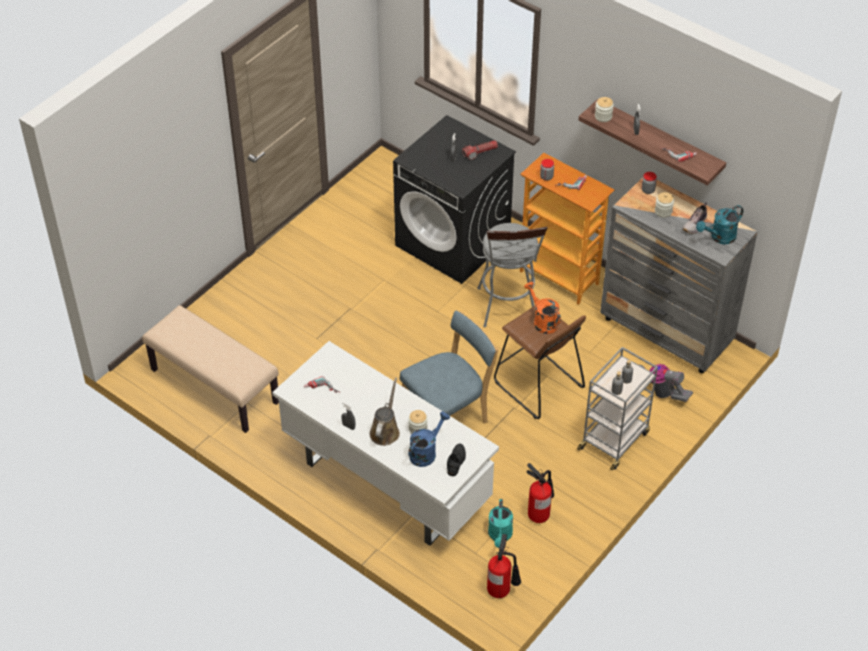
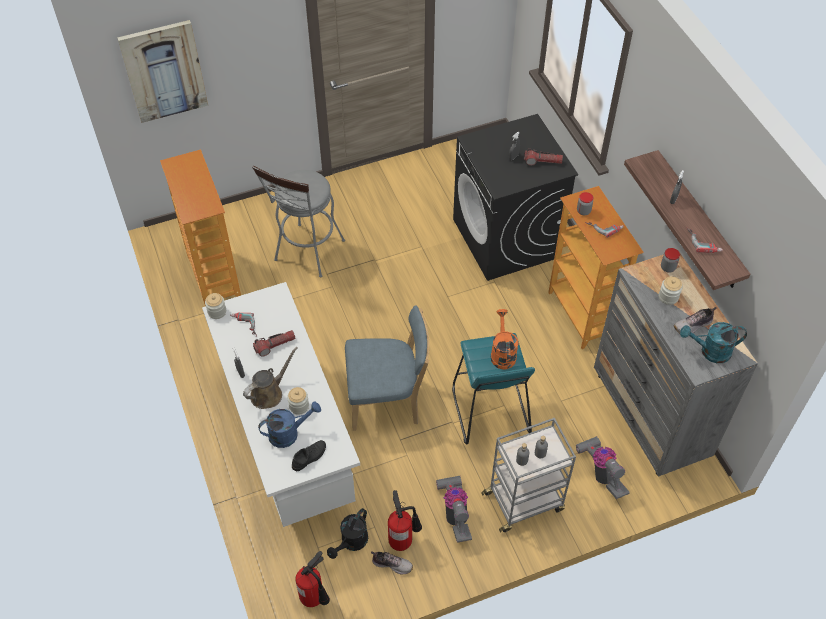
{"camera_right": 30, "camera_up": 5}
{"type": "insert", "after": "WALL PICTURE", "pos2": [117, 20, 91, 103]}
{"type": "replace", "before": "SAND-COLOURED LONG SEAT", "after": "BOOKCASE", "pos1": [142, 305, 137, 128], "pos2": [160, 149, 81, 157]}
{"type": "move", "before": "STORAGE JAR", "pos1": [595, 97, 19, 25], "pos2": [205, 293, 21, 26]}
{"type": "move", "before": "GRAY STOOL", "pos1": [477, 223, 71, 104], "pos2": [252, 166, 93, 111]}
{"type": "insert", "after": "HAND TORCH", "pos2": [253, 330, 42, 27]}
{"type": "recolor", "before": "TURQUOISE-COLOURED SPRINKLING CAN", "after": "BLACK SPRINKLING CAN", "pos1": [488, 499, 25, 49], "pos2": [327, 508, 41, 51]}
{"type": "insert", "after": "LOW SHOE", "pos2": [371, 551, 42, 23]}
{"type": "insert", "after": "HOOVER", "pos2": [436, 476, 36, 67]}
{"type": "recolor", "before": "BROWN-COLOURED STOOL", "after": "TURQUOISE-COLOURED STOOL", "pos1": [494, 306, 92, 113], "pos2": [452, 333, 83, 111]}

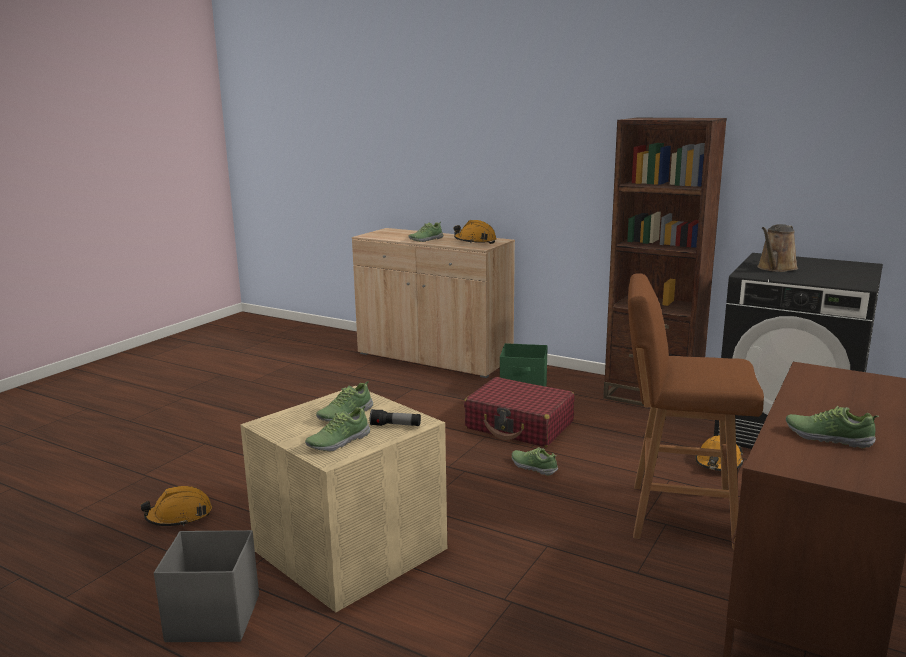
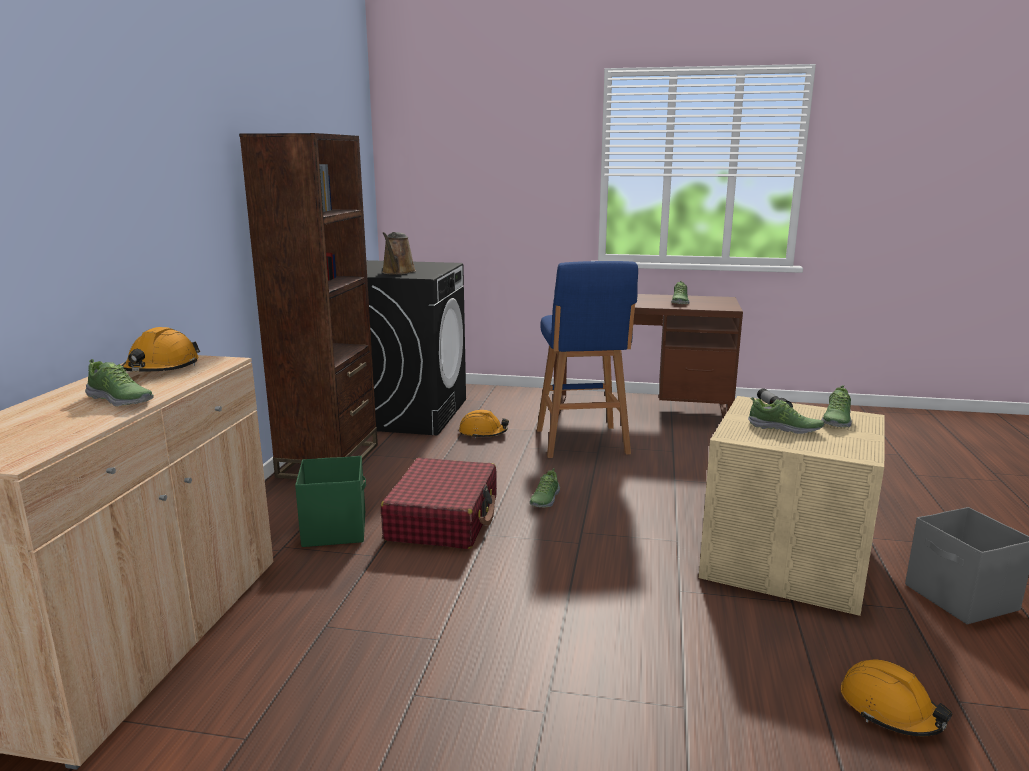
{"camera_right": -110, "camera_up": 0}
{"type": "rotate", "before": "BROWN-COLOURED SPRINKLING CAN", "pos1": [757, 224, 41, 48], "pos2": [382, 232, 34, 43], "turn": 75}
{"type": "recolor", "before": "BROWN-COLOURED STOOL", "after": "BLUE STOOL", "pos1": [628, 274, 136, 276], "pos2": [537, 261, 101, 197]}
{"type": "rotate", "before": "LOW SHOE", "pos1": [305, 406, 65, 45], "pos2": [822, 385, 30, 42], "turn": 90}

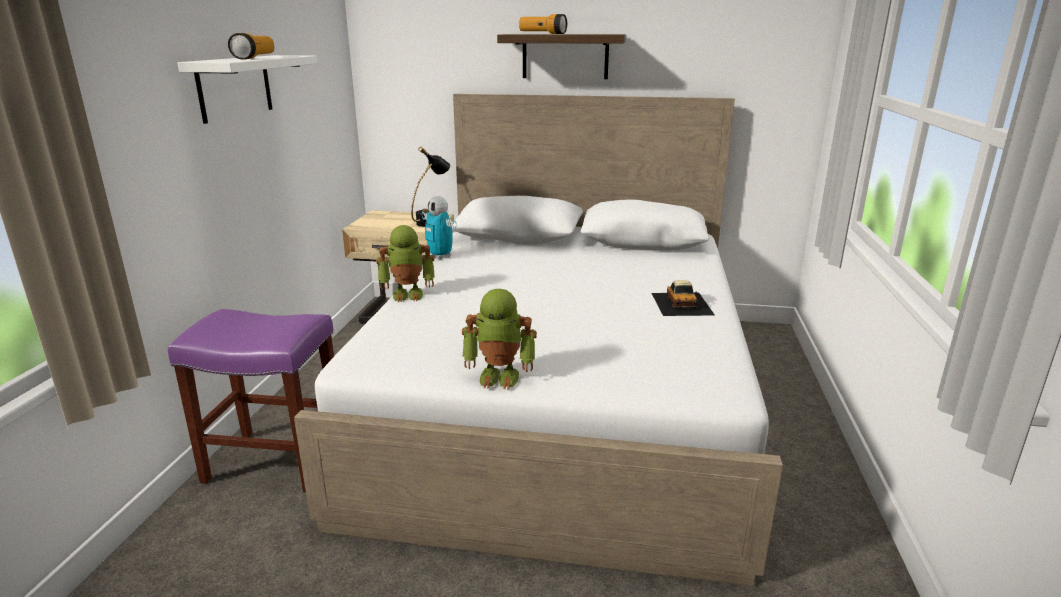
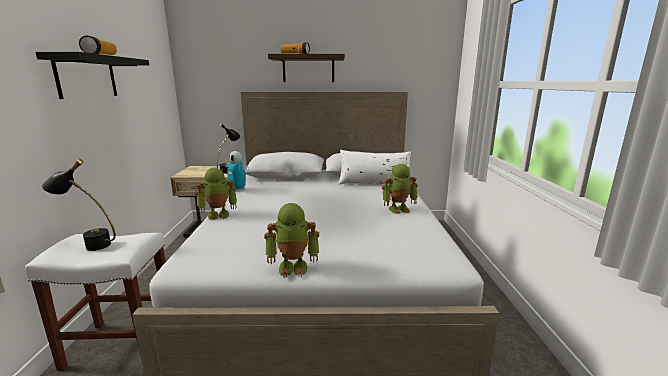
{"camera_right": -10, "camera_up": -5}
{"type": "recolor", "before": "PURPLISH STOOL", "after": "WHITISH STOOL", "pos1": [168, 309, 166, 184], "pos2": [25, 233, 141, 138]}
{"type": "recolor", "before": "WHITISH SHELF", "after": "BLACK SHELF", "pos1": [177, 55, 140, 69], "pos2": [35, 52, 114, 47]}
{"type": "insert", "after": "BLACK TABLETOP LAMP", "pos2": [42, 159, 74, 92]}
{"type": "insert", "after": "WHITISH THROW PILLOW", "pos2": [338, 150, 73, 34]}
{"type": "replace", "before": "MODEL CAR", "after": "TOY ROBOT", "pos1": [651, 280, 64, 36], "pos2": [382, 164, 36, 50]}

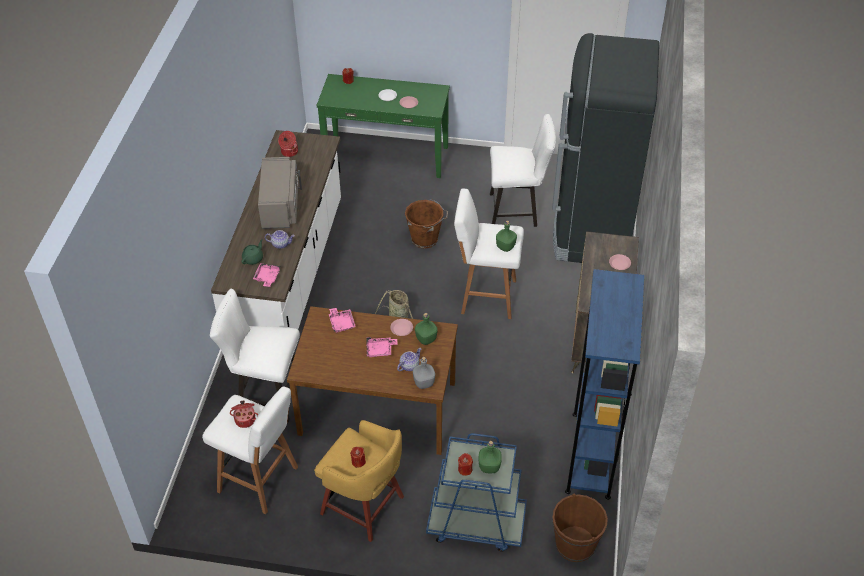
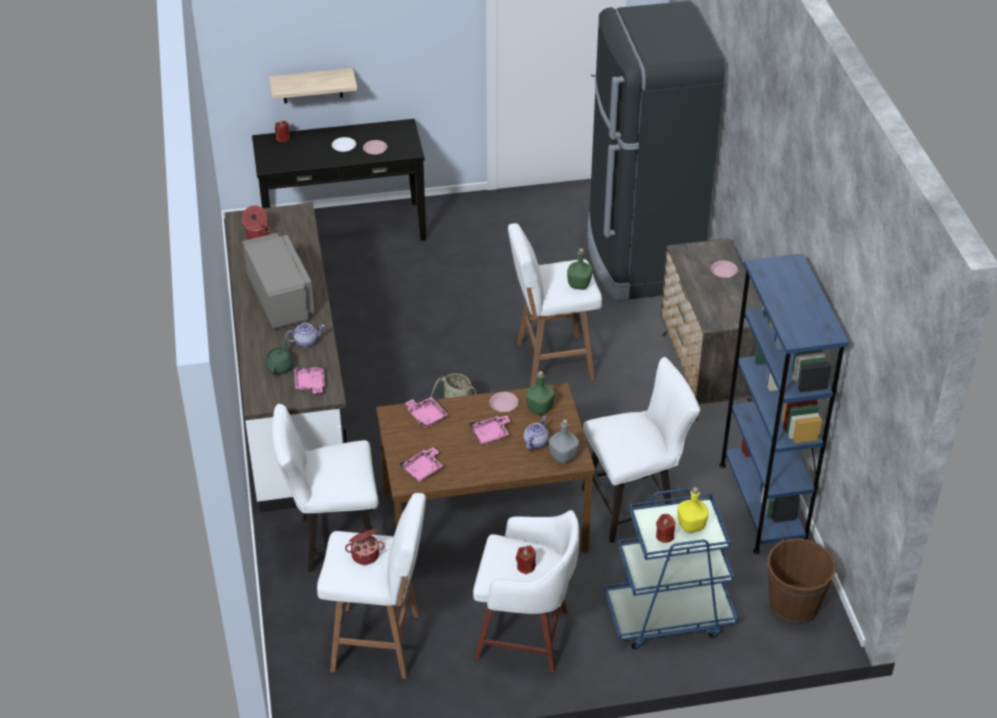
{"camera_right": -20, "camera_up": -5}
{"type": "recolor", "before": "GREEN-COLOURED HALL TABLE", "after": "BLACK HALL TABLE", "pos1": [317, 74, 133, 104], "pos2": [252, 119, 174, 122]}
{"type": "insert", "after": "SHELF", "pos2": [269, 68, 88, 35]}
{"type": "insert", "after": "PINK-COLOURED CARRYING TRAY", "pos2": [400, 447, 44, 35]}
{"type": "recolor", "before": "YELLOW STOOL", "after": "WHITISH STOOL", "pos1": [314, 420, 90, 122], "pos2": [473, 510, 107, 162]}
{"type": "move", "before": "WHITISH UPRIGHT CHAIR", "pos1": [490, 114, 66, 113], "pos2": [582, 357, 118, 186]}
{"type": "recolor", "before": "GREEN-COLOURED BOTTLE", "after": "YELLOW BOTTLE", "pos1": [479, 441, 23, 32], "pos2": [677, 487, 32, 46]}
{"type": "delete", "before": "BROWN-COLOURED WATER BUCKET", "pos1": [405, 199, 43, 50]}

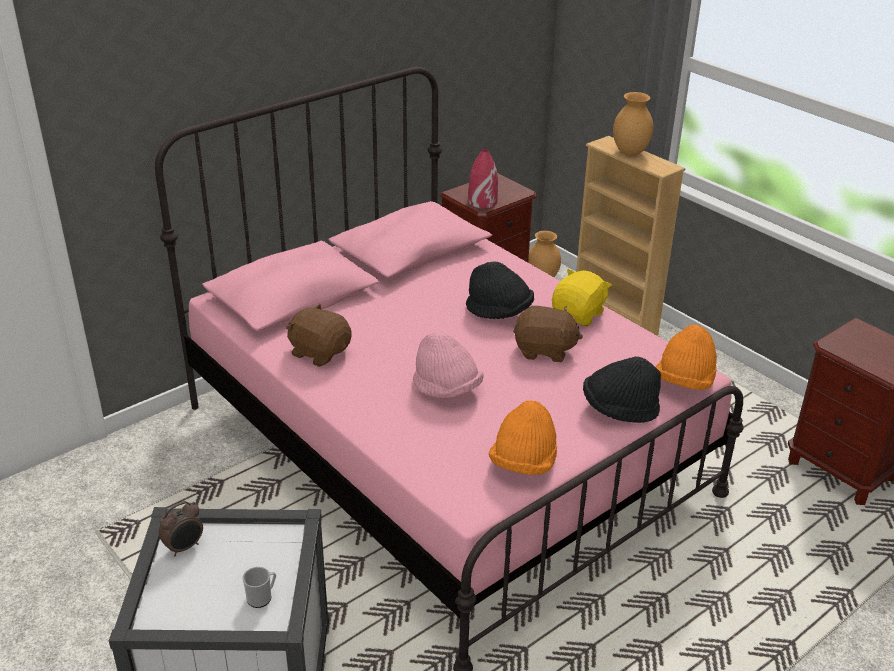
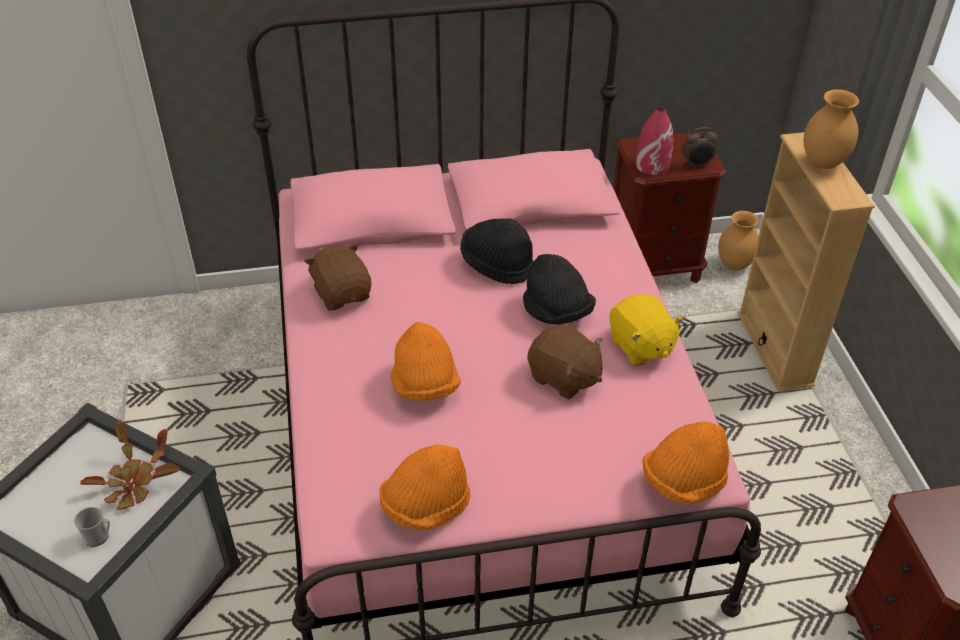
{"camera_right": 30, "camera_up": 10}
{"type": "insert", "after": "POTTED PLANT", "pos2": [80, 420, 100, 90]}
{"type": "recolor", "before": "PINK-COLOURED HAT", "after": "ORANGE HAT", "pos1": [413, 333, 71, 65], "pos2": [391, 322, 70, 79]}
{"type": "move", "before": "BLACK HAT", "pos1": [583, 356, 78, 67], "pos2": [460, 218, 73, 66]}
{"type": "rotate", "before": "YELLOW CUDDLY TOY", "pos1": [552, 269, 60, 57], "pos2": [609, 294, 74, 72], "turn": 90}
{"type": "move", "before": "ALARM CLOCK", "pos1": [159, 501, 44, 55], "pos2": [682, 127, 35, 41]}

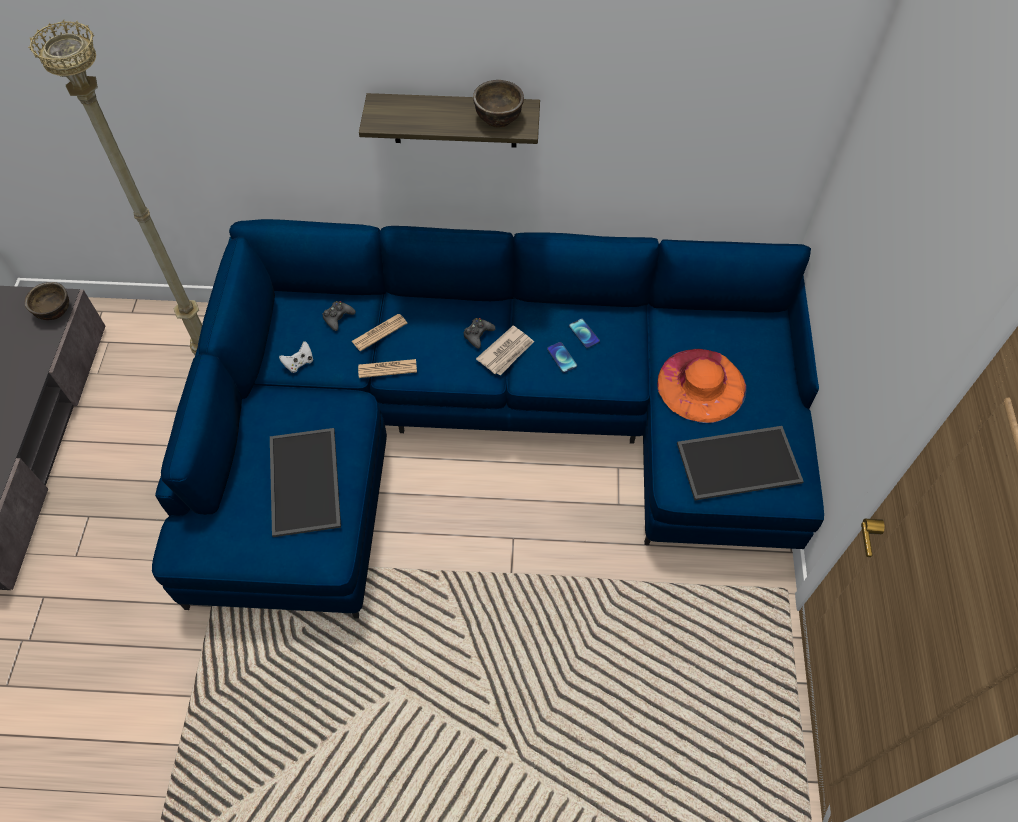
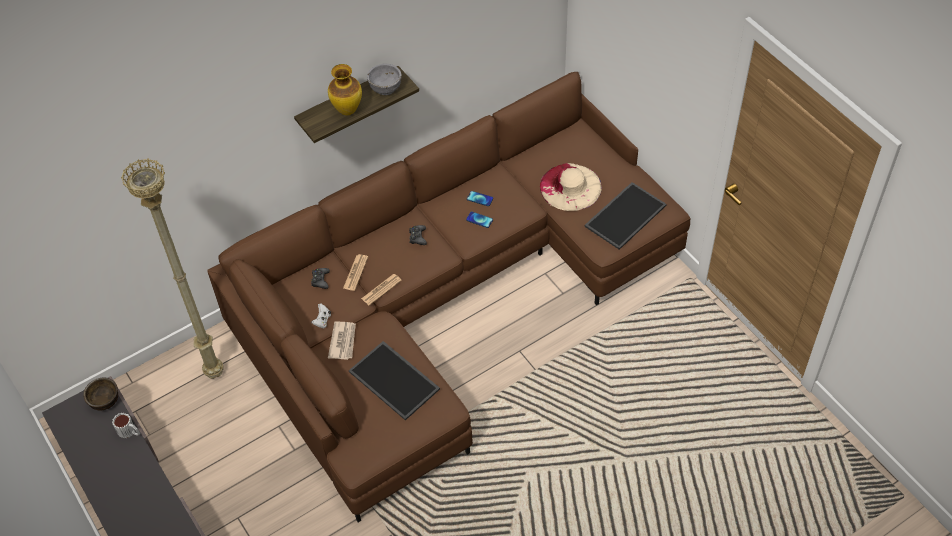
{"camera_right": -35, "camera_up": -5}
{"type": "insert", "after": "MUG", "pos2": [112, 413, 28, 25]}
{"type": "recolor", "before": "BLUE SETTEE", "after": "BROWN-COLOURED SETTEE", "pos1": [152, 219, 672, 400], "pos2": [207, 72, 484, 450]}
{"type": "insert", "after": "DECORATIVE VASE", "pos2": [328, 64, 34, 51]}
{"type": "move", "before": "NEWSPAPER", "pos1": [476, 326, 58, 50], "pos2": [328, 321, 28, 39]}
{"type": "recolor", "before": "BROWN-COLOURED BOWL", "after": "GRAY BOWL", "pos1": [473, 80, 51, 47], "pos2": [367, 64, 35, 31]}
{"type": "recolor", "before": "ORANGE HAT", "after": "SAND-COLOURED HAT", "pos1": [657, 349, 89, 74], "pos2": [540, 163, 62, 48]}

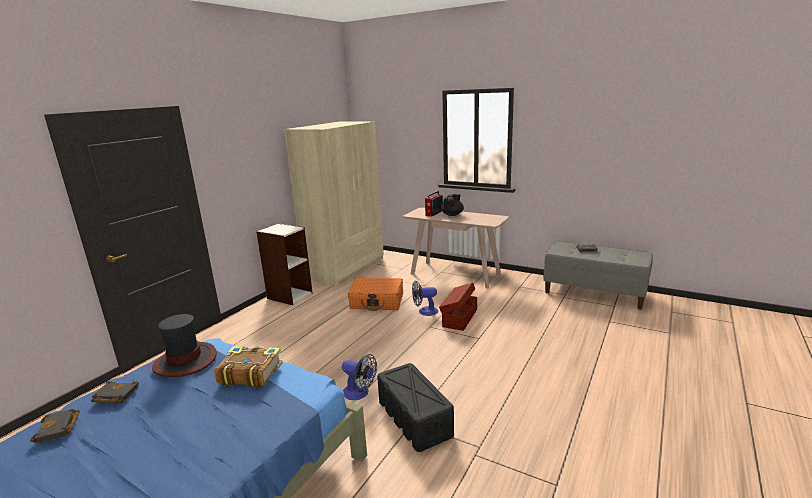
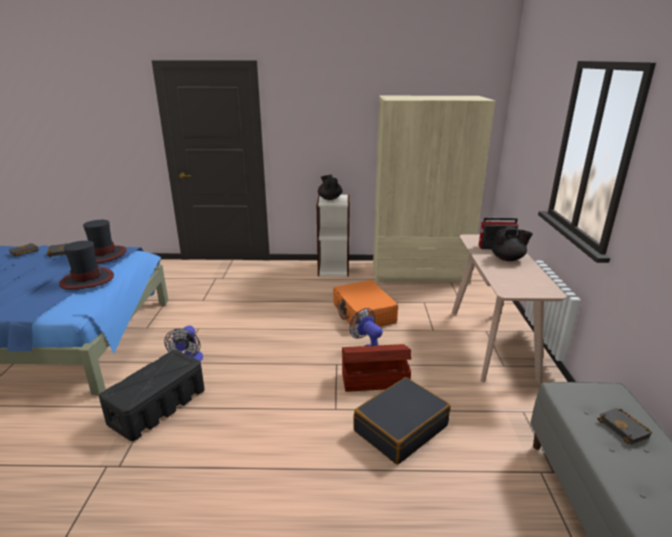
{"camera_right": 60, "camera_up": 5}
{"type": "replace", "before": "BOOK", "after": "HAT", "pos1": [214, 346, 69, 41], "pos2": [59, 241, 55, 49]}
{"type": "insert", "after": "BLACK TEAPOT", "pos2": [318, 175, 24, 25]}
{"type": "insert", "after": "BLACK PIECE OF LUGGAGE", "pos2": [353, 377, 98, 88]}

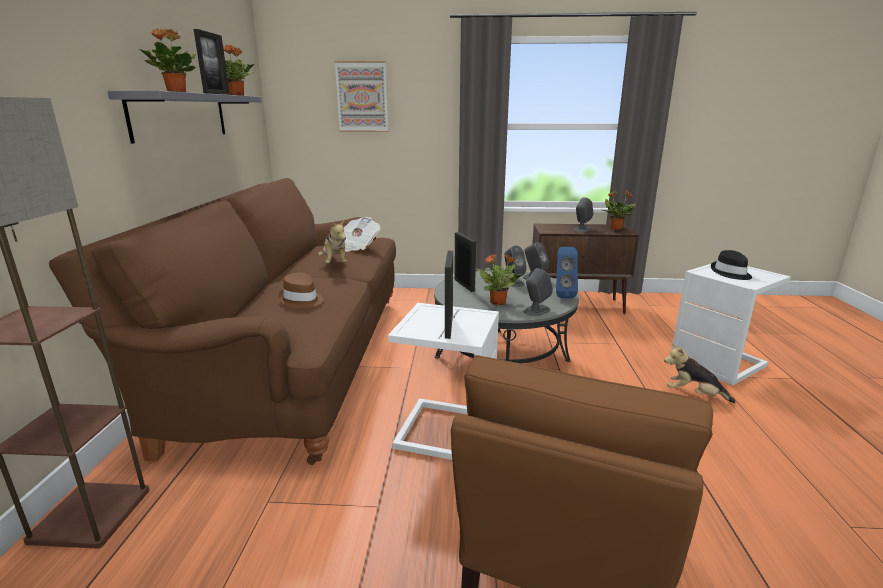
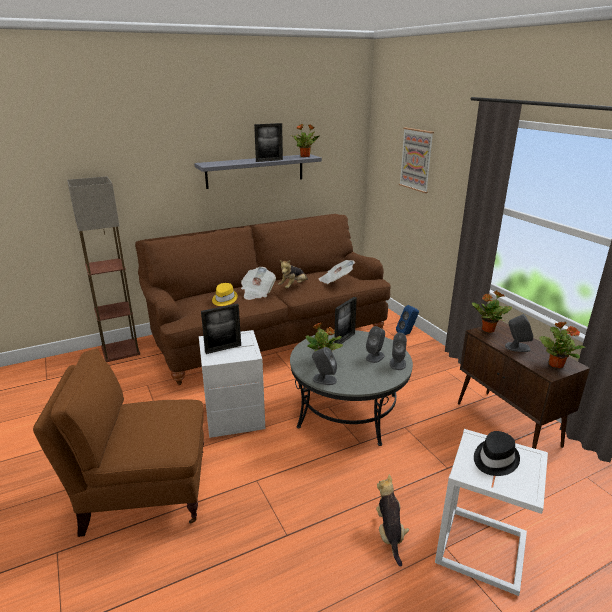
{"camera_right": 60, "camera_up": 5}
{"type": "recolor", "before": "BROWN-COLOURED HAT", "after": "YELLOW HAT", "pos1": [278, 273, 45, 35], "pos2": [212, 283, 26, 23]}
{"type": "insert", "after": "NEWSPAPER", "pos2": [241, 267, 35, 33]}
{"type": "move", "before": "BLUE AUDIO SPEAKER", "pos1": [556, 247, 22, 51], "pos2": [396, 305, 23, 30]}
{"type": "move", "before": "POTTED PLANT", "pos1": [138, 28, 59, 64], "pos2": [472, 290, 40, 43]}

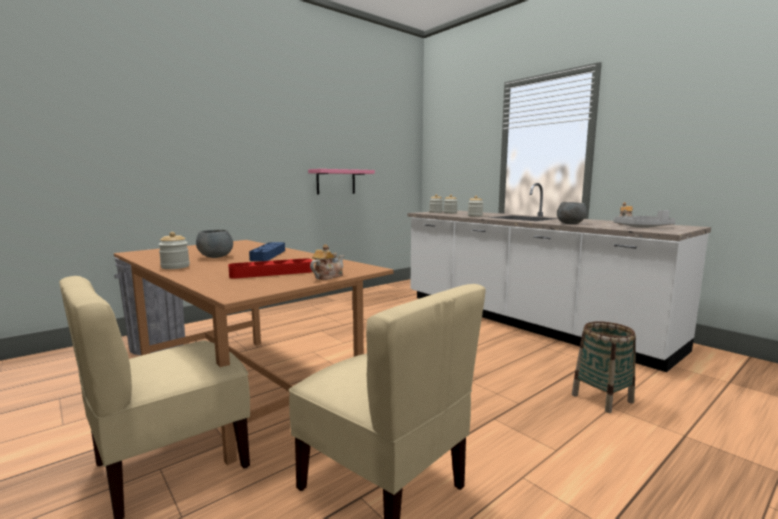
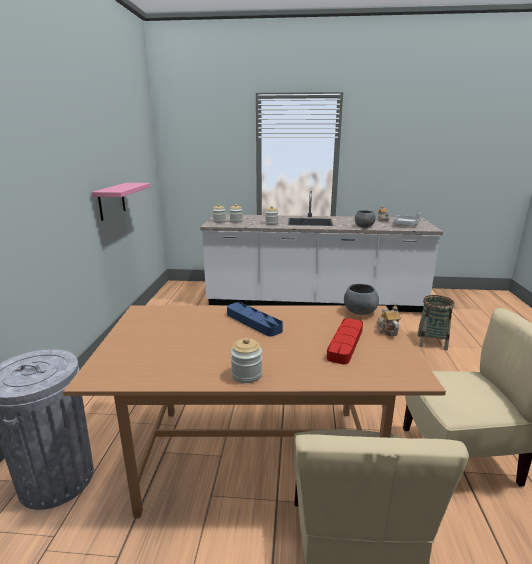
{"camera_right": -45, "camera_up": 10}
{"type": "move", "before": "GRAY BOWL", "pos1": [196, 230, 37, 28], "pos2": [344, 284, 35, 31]}

